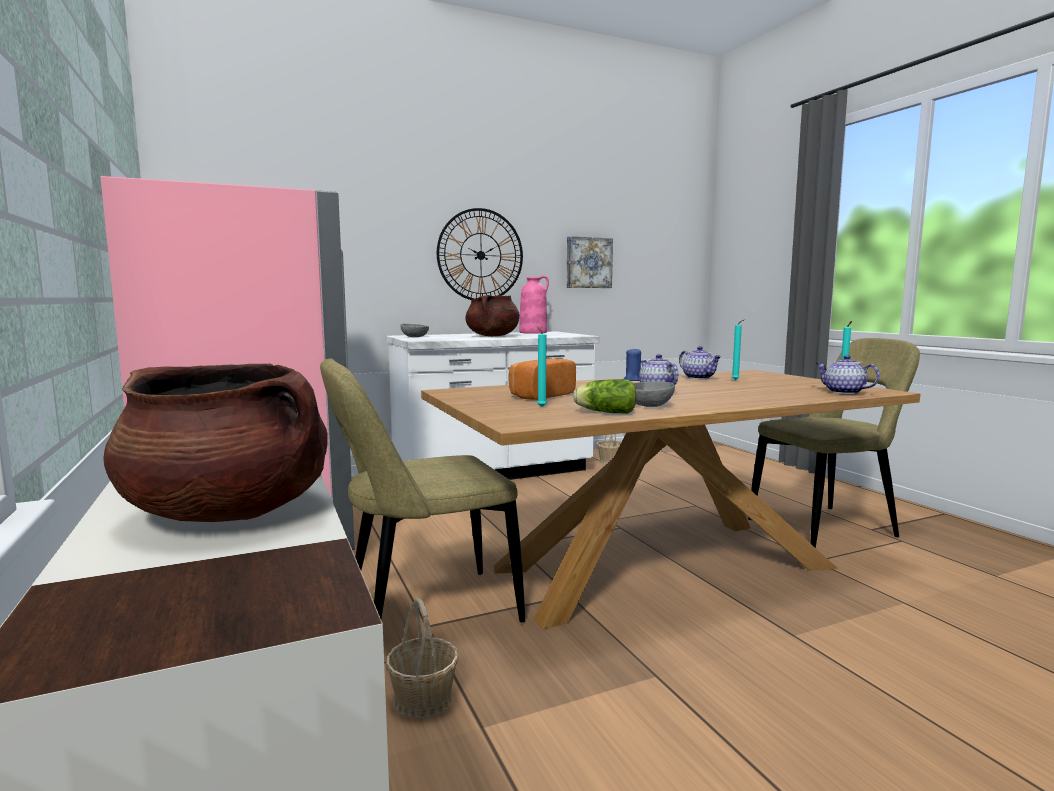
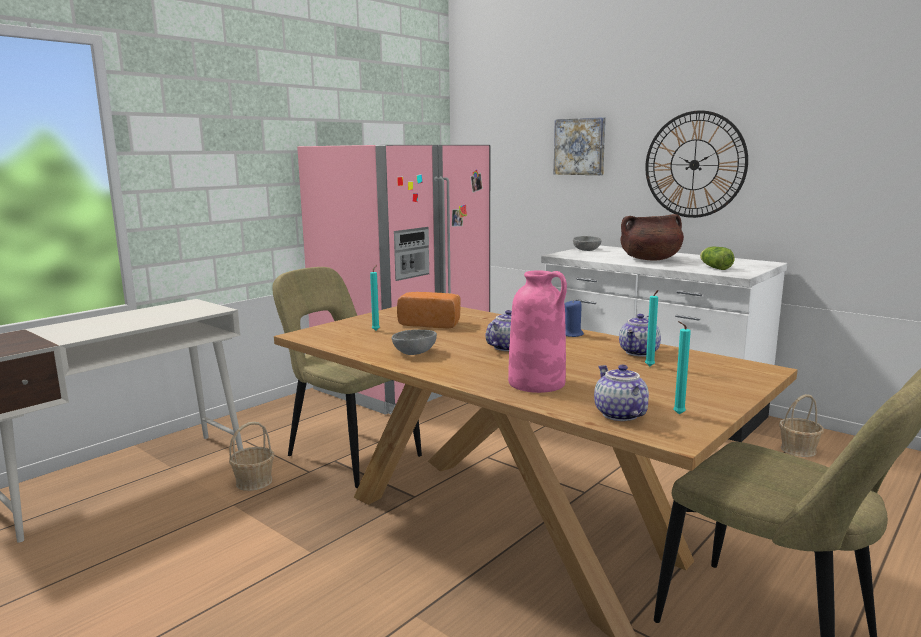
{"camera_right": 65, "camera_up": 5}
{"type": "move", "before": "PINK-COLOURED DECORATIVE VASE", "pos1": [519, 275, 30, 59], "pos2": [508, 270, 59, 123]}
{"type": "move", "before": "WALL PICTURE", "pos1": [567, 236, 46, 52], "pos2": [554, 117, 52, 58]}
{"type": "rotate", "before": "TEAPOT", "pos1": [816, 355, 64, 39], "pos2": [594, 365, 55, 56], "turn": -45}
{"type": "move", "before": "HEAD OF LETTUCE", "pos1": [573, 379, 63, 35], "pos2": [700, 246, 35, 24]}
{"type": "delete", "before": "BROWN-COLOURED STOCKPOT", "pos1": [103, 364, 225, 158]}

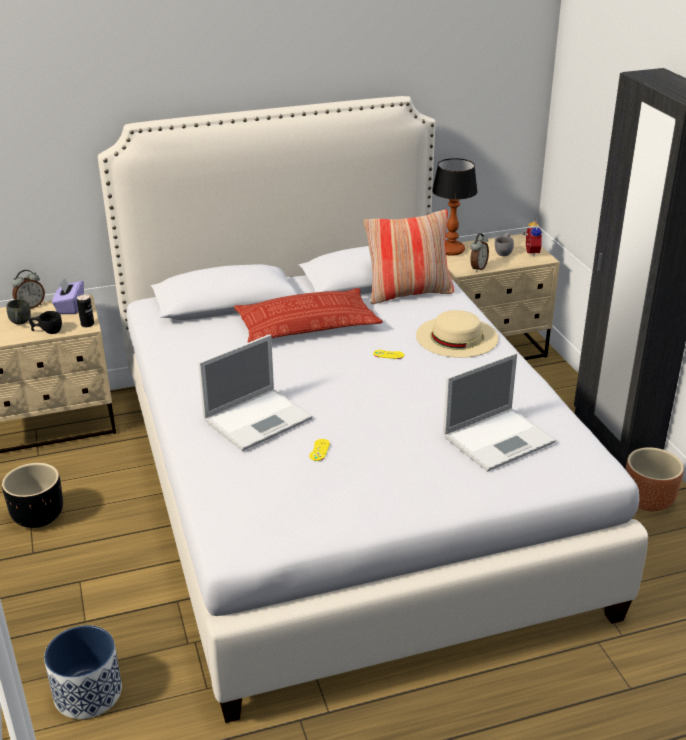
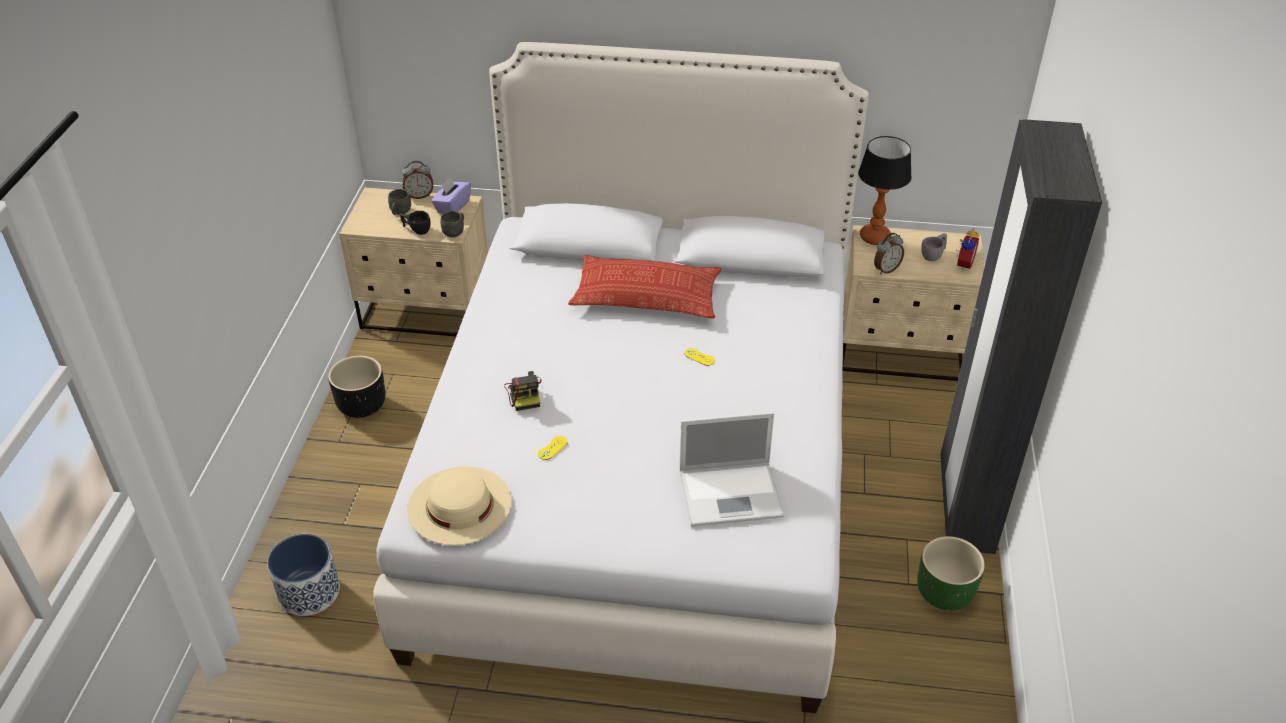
{"camera_right": 25, "camera_up": 10}
{"type": "move", "before": "SAND-COLOURED HAT", "pos1": [416, 310, 83, 48], "pos2": [407, 466, 105, 79]}
{"type": "replace", "before": "SEALED CAN", "after": "GRAY MUG", "pos1": [77, 294, 17, 33], "pos2": [441, 211, 23, 27]}
{"type": "replace", "before": "LAPTOP", "after": "STILL CAMERA", "pos1": [198, 334, 114, 117], "pos2": [504, 371, 38, 40]}
{"type": "recolor", "before": "BROWN-COLOURED FLOWER POT", "after": "GREEN-COLOURED FLOWER POT", "pos1": [626, 447, 58, 64], "pos2": [917, 536, 68, 75]}
{"type": "delete", "before": "THROW PILLOW", "pos1": [364, 210, 90, 94]}

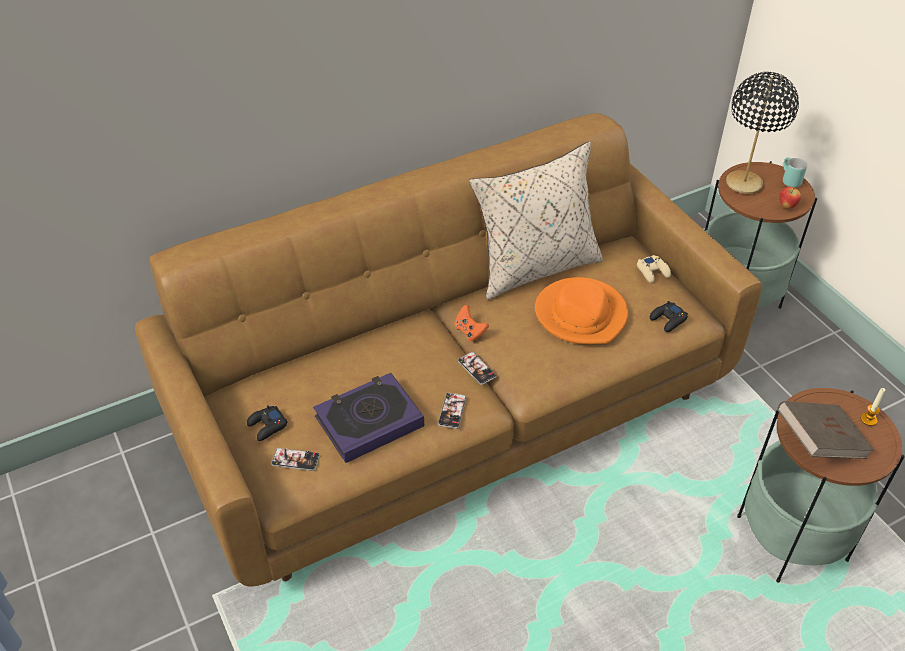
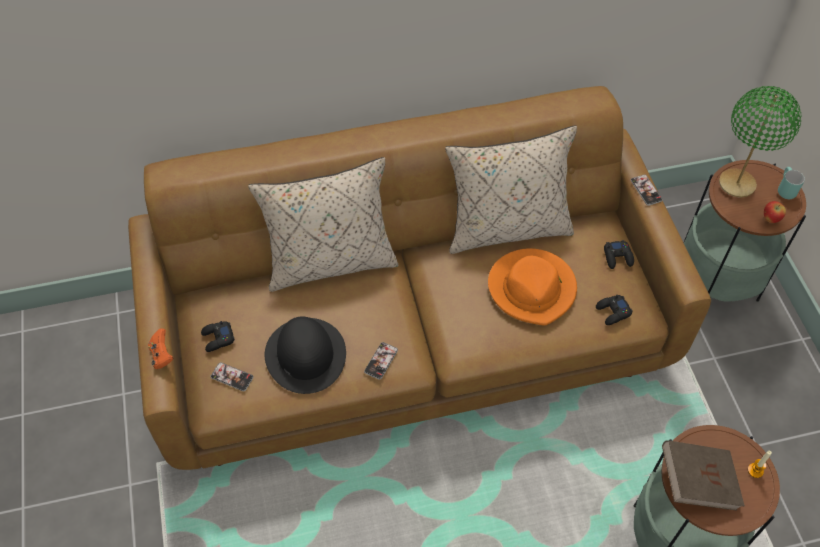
{"camera_right": 15, "camera_up": 10}
{"type": "move", "before": "ORANGE GAMEPAD", "pos1": [454, 305, 35, 37], "pos2": [148, 328, 25, 41]}
{"type": "insert", "after": "SAND-COLOURED THROW PILLOW", "pos2": [248, 157, 151, 135]}
{"type": "replace", "before": "BOOK", "after": "BLACK HAT", "pos1": [313, 373, 111, 90], "pos2": [265, 316, 81, 78]}
{"type": "recolor", "before": "SAND-COLOURED GAMEPAD", "after": "BLACK GAMEPAD", "pos1": [637, 255, 34, 28], "pos2": [604, 240, 30, 29]}
{"type": "move", "before": "TELEPHONE", "pos1": [458, 352, 38, 33], "pos2": [631, 175, 32, 31]}
{"type": "recolor", "before": "BLACK TABLETOP LAMP", "after": "GREEN-COLOURED TABLETOP LAMP", "pos1": [726, 72, 73, 122], "pos2": [719, 86, 83, 112]}

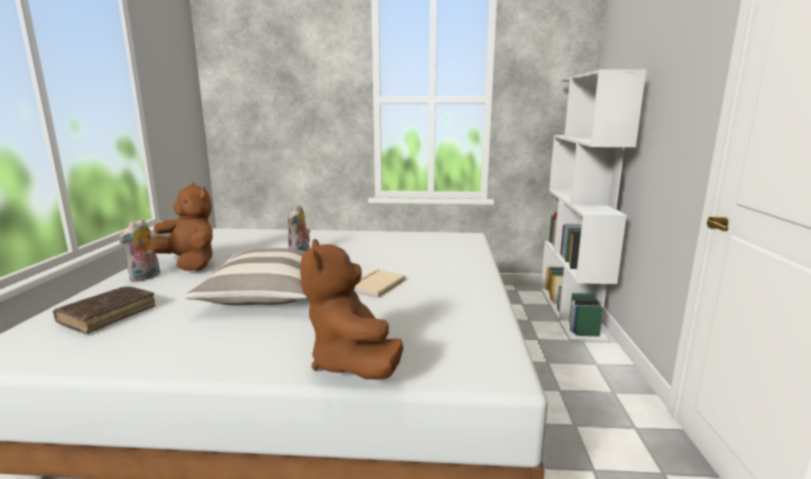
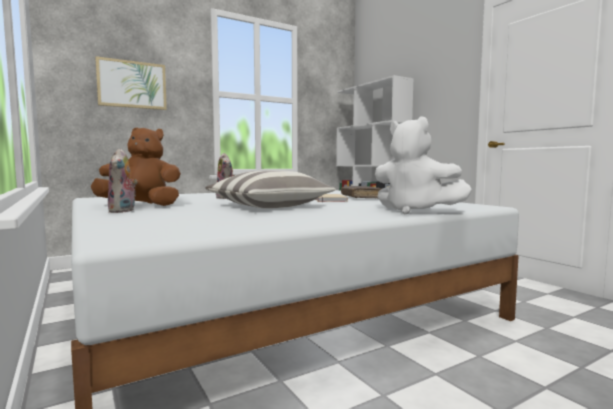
{"camera_right": -35, "camera_up": -10}
{"type": "insert", "after": "WALL PICTURE", "pos2": [95, 56, 72, 54]}
{"type": "move", "before": "BROWN-COLOURED BOOK", "pos1": [52, 287, 103, 47], "pos2": [341, 186, 40, 13]}
{"type": "recolor", "before": "BROWN-COLOURED CUDDLY TOY", "after": "WHITISH CUDDLY TOY", "pos1": [300, 239, 103, 141], "pos2": [375, 116, 97, 98]}

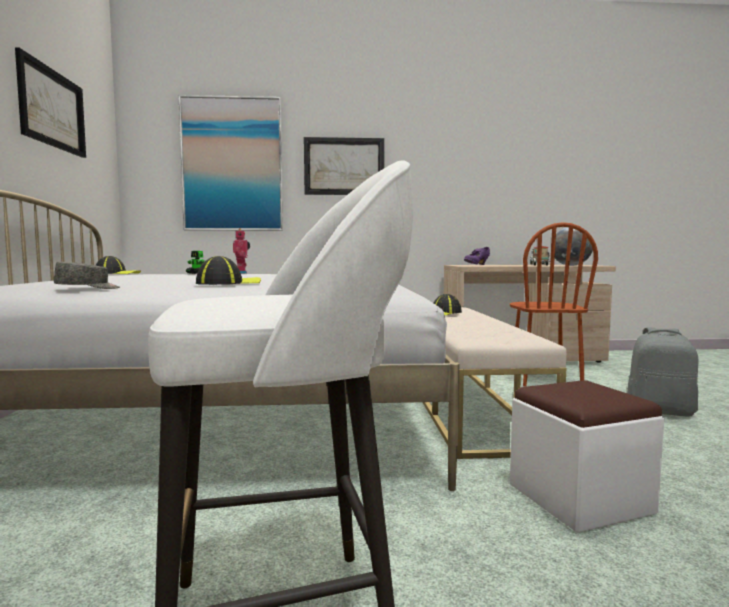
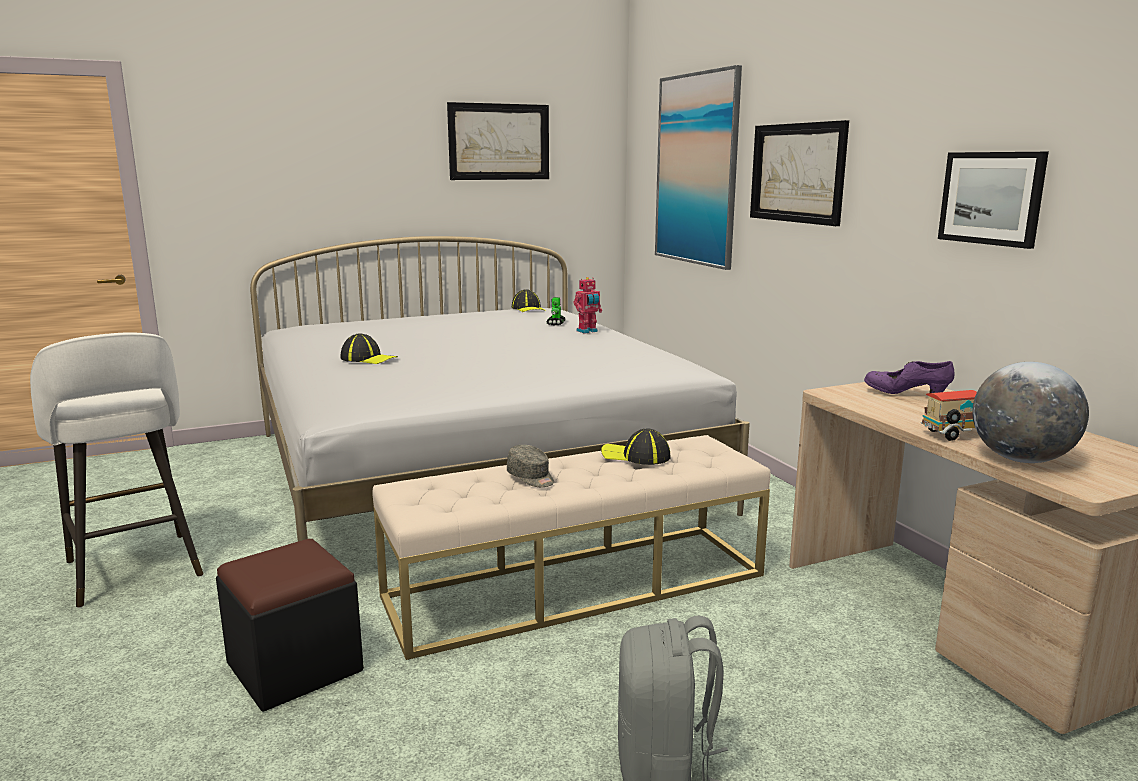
{"camera_right": 70, "camera_up": 10}
{"type": "recolor", "before": "WHITISH OTTOMAN", "after": "BLACK OTTOMAN", "pos1": [510, 380, 154, 153], "pos2": [216, 539, 148, 173]}
{"type": "move", "before": "GRAY BASEBALL CAP", "pos1": [54, 262, 66, 27], "pos2": [507, 445, 47, 42]}
{"type": "insert", "after": "WALL PICTURE", "pos2": [938, 152, 111, 97]}
{"type": "delete", "before": "BROWN-COLOURED UPRIGHT CHAIR", "pos1": [510, 222, 88, 165]}

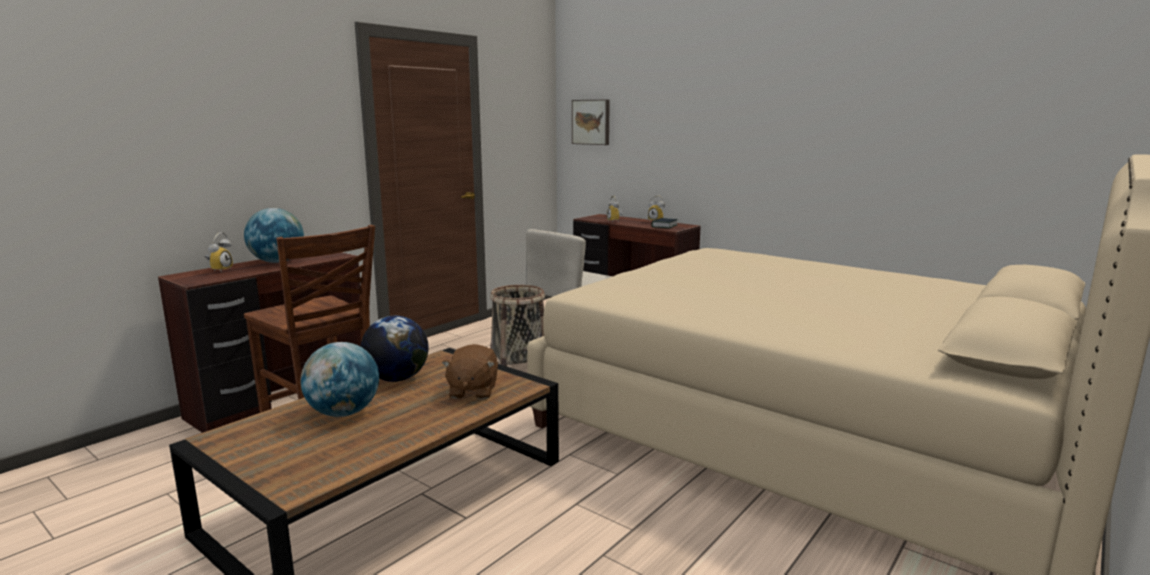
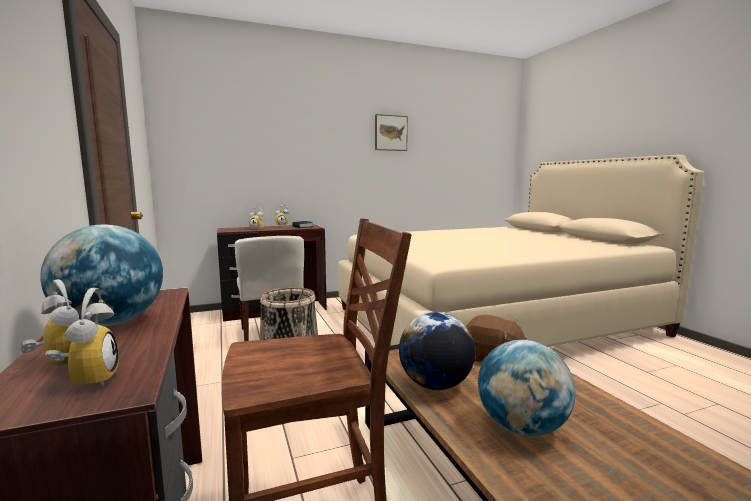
{"camera_right": -60, "camera_up": -5}
{"type": "insert", "after": "ALARM CLOCK", "pos2": [45, 288, 74, 101]}
{"type": "move", "before": "WALL PICTURE", "pos1": [572, 99, 38, 46], "pos2": [375, 114, 33, 37]}

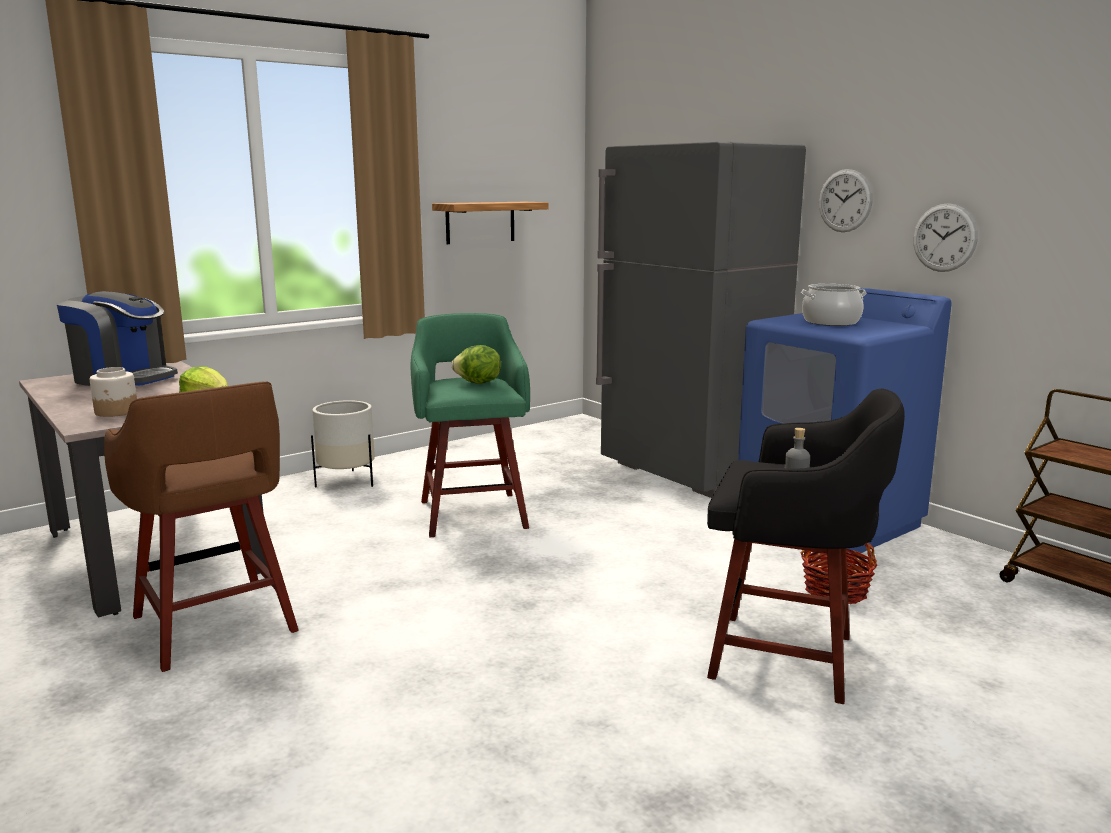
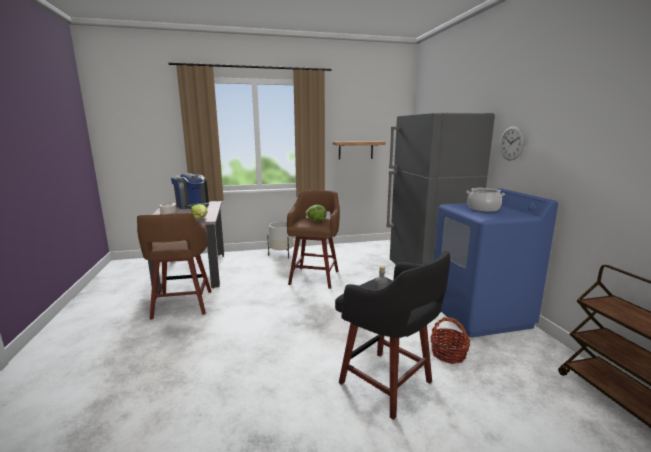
{"camera_right": 25, "camera_up": 0}
{"type": "recolor", "before": "GREEN-COLOURED STOOL", "after": "BROWN-COLOURED STOOL", "pos1": [410, 313, 120, 224], "pos2": [287, 190, 53, 99]}
{"type": "delete", "before": "HANGING CLOCK", "pos1": [913, 203, 65, 69]}

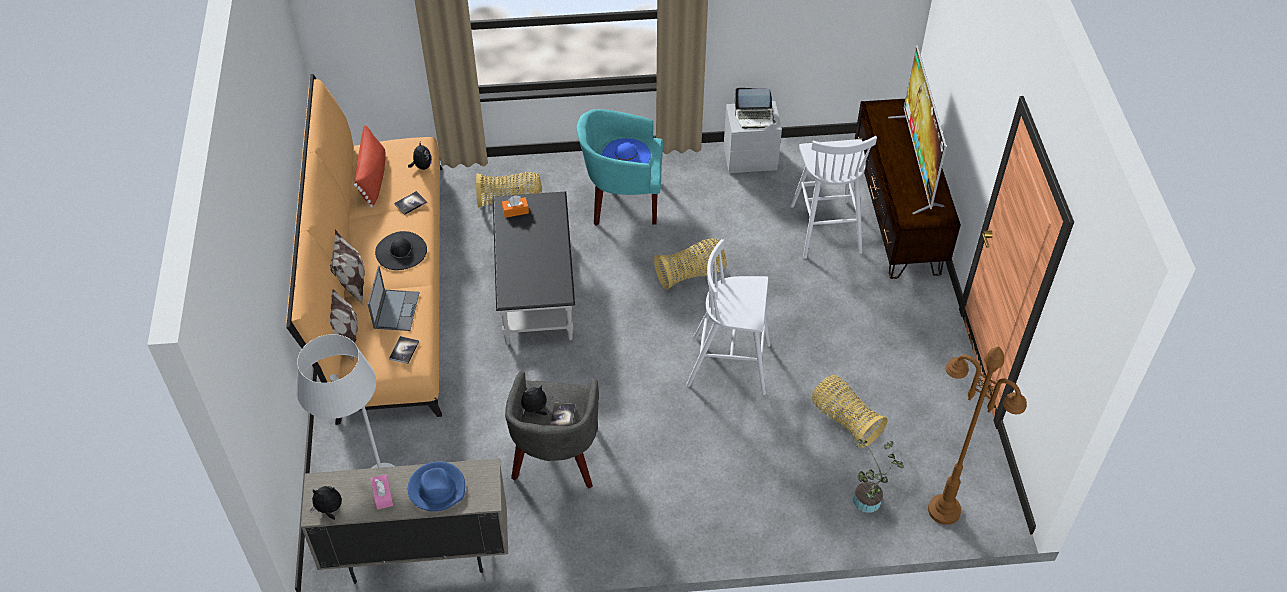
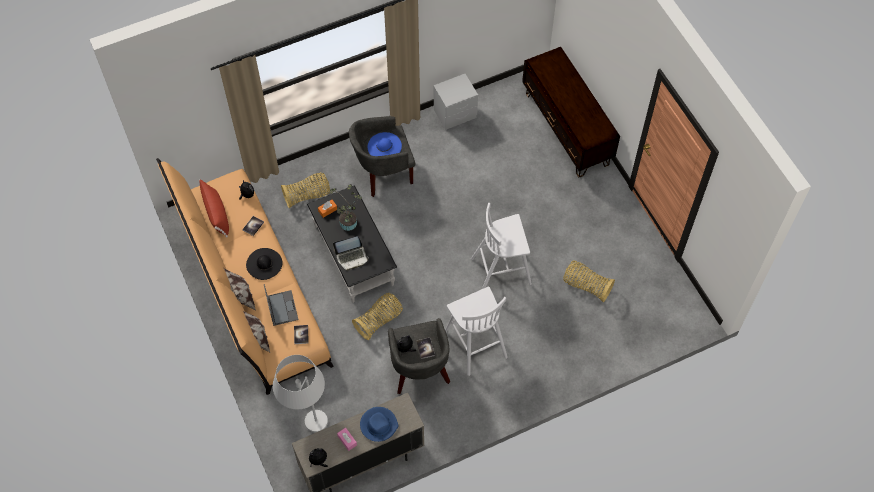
{"camera_right": -20, "camera_up": 10}
{"type": "move", "before": "POTTED PLANT", "pos1": [853, 439, 51, 74], "pos2": [329, 184, 33, 47]}
{"type": "move", "before": "LAPTOP", "pos1": [734, 88, 42, 41], "pos2": [333, 236, 36, 35]}
{"type": "recolor", "before": "TURQUOISE-COLOURED LOUNGE CHAIR", "after": "GRAY LOUNGE CHAIR", "pos1": [576, 109, 87, 117], "pos2": [349, 116, 67, 81]}
{"type": "move", "before": "STORAGE BASKET", "pos1": [654, 239, 73, 51], "pos2": [352, 293, 51, 47]}
{"type": "move", "before": "WHITISH STOOL", "pos1": [791, 136, 86, 122], "pos2": [445, 287, 63, 89]}
{"type": "delete", "before": "TELEVISION", "pos1": [888, 45, 59, 169]}
{"type": "delete", "before": "BROWN-COLOURED STANDING LAMP", "pos1": [928, 346, 99, 179]}

